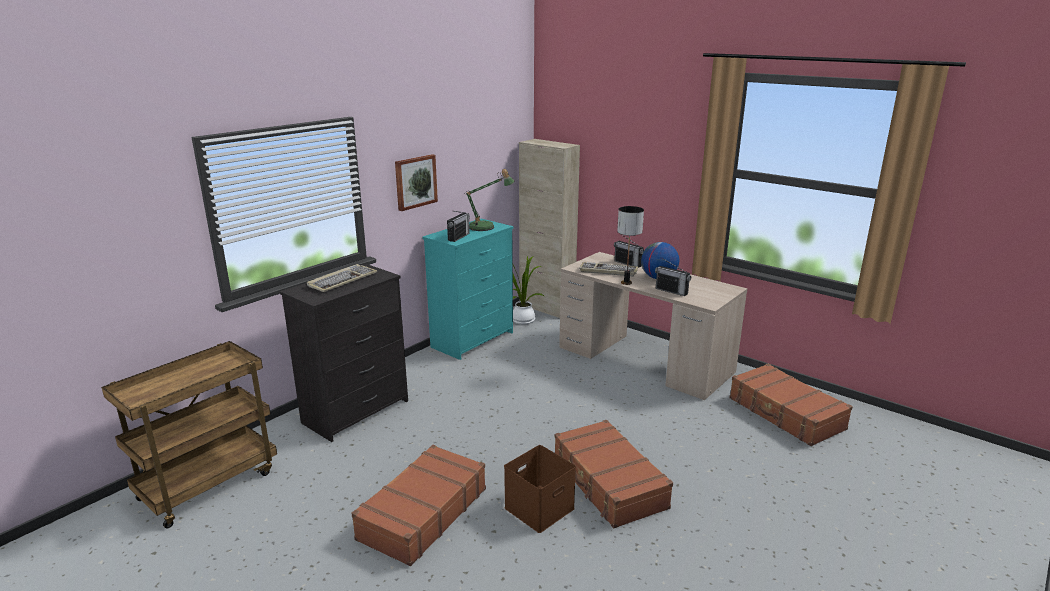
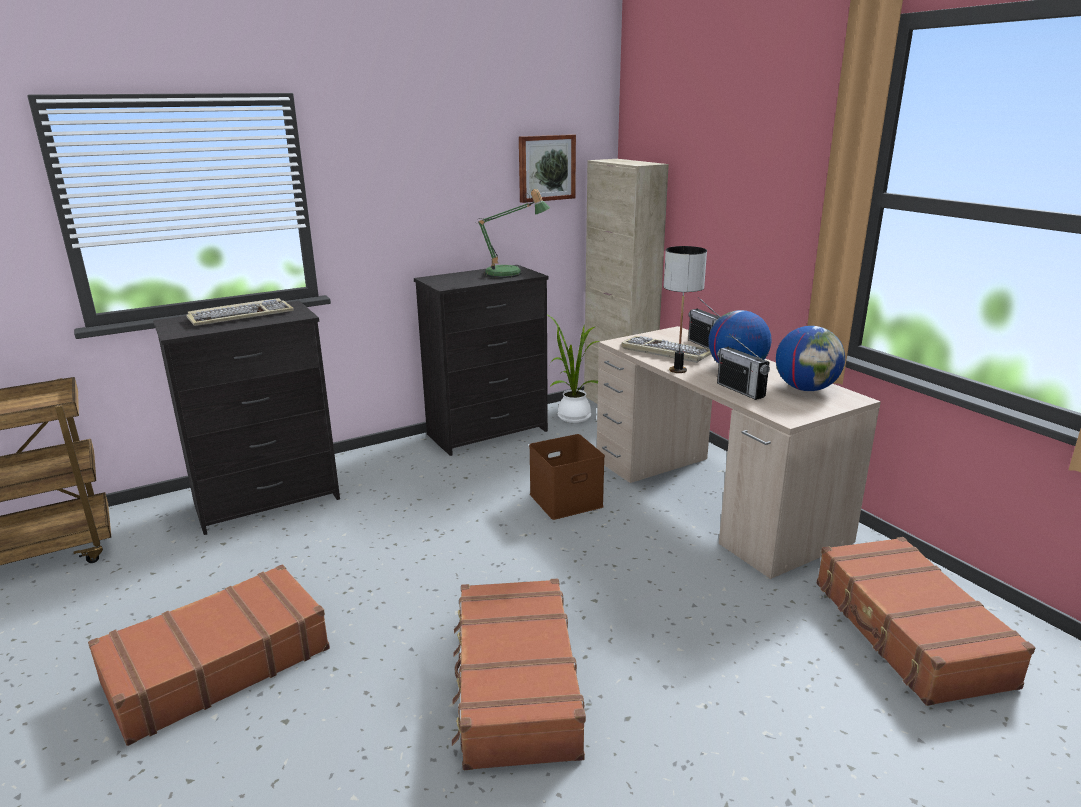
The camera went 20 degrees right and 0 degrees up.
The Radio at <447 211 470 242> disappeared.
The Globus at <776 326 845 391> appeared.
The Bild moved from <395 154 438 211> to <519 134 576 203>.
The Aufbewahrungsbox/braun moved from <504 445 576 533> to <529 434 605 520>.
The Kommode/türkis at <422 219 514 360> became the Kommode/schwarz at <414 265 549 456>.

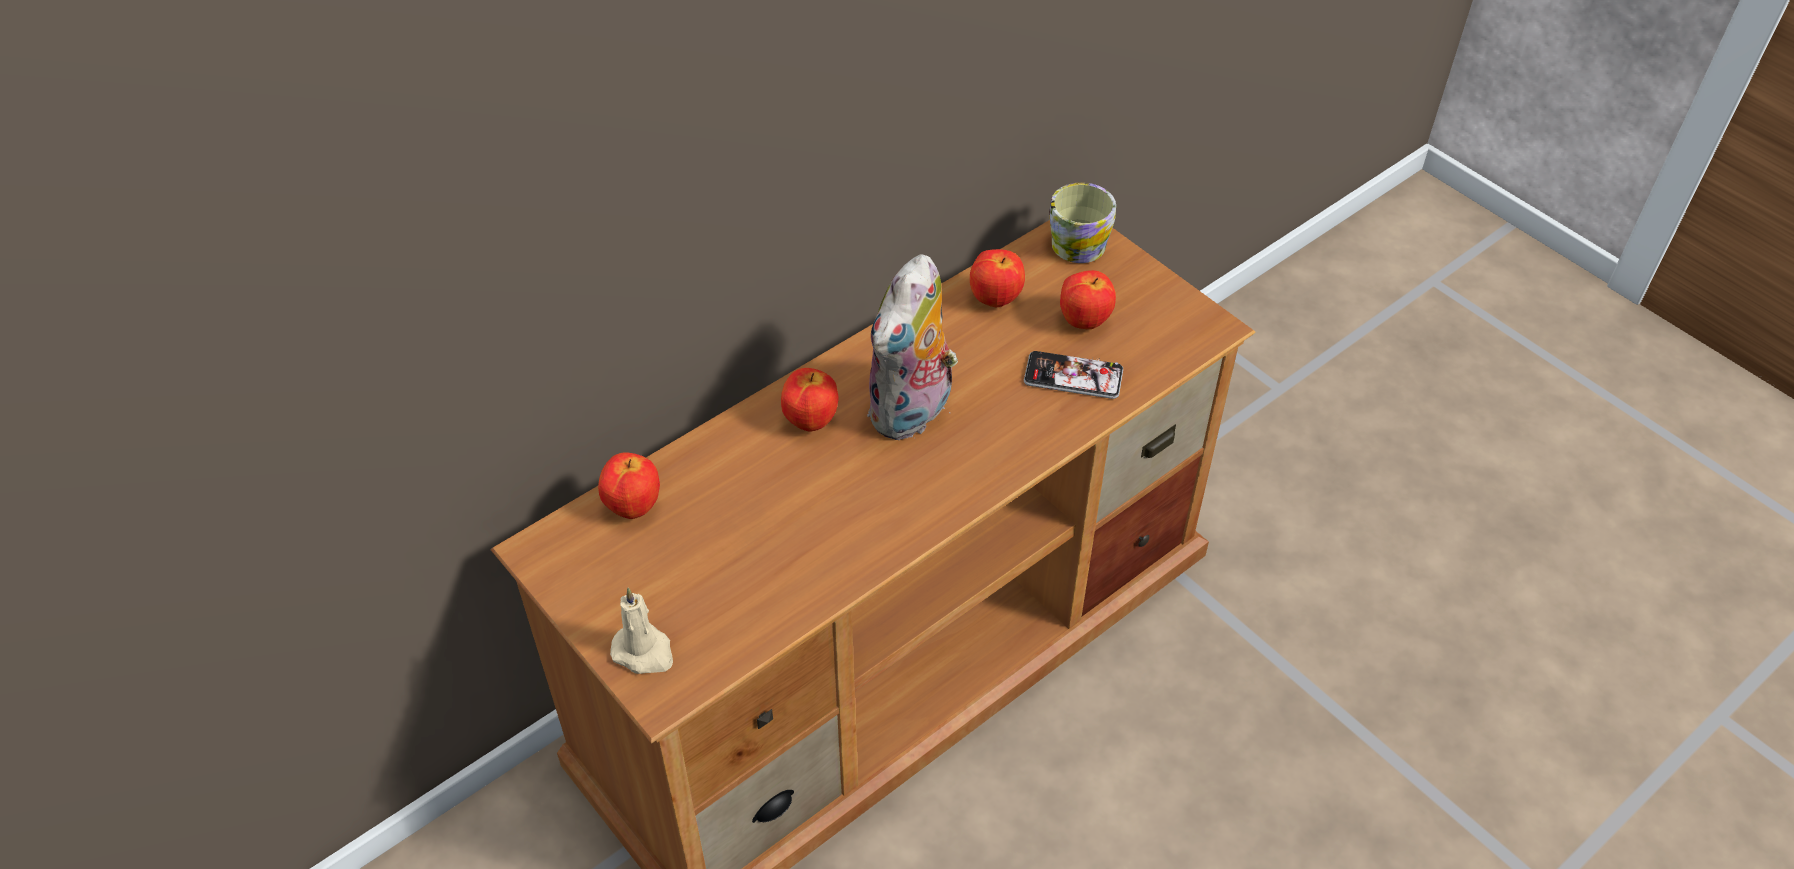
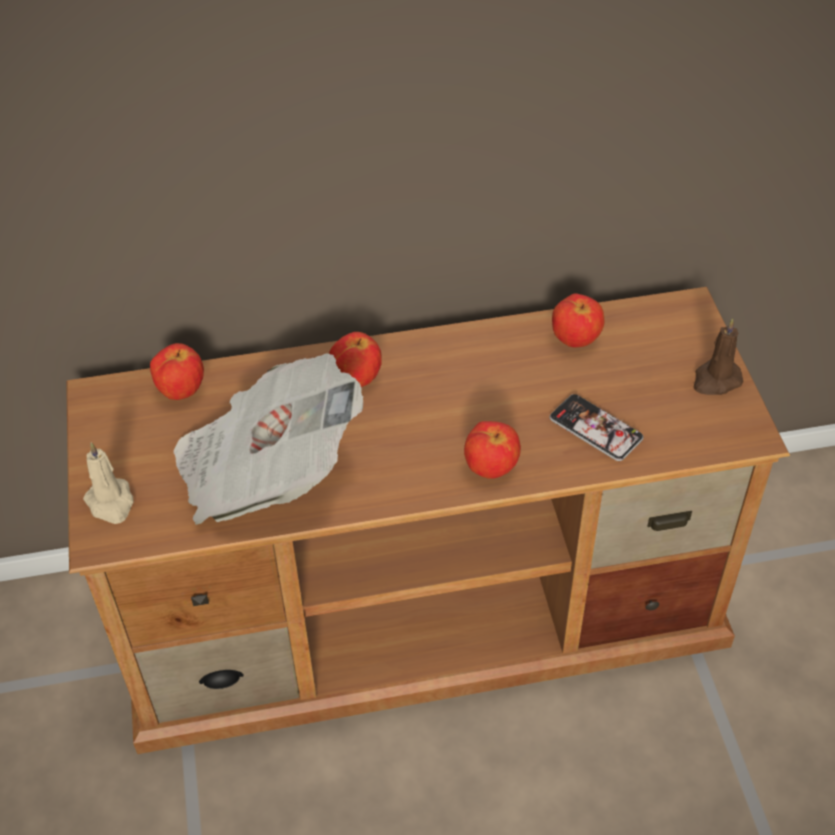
The camera went 30 degrees right and 0 degrees up.
The Plüschtier at <867 254 958 440> disappeared.
The Henkelbecher at <1049 183 1116 263> disappeared.
The Zeitung at <173 354 363 525> appeared.
The Kerze/braun at <694 318 743 395> appeared.
The Apfel moved from <1060 270 1116 329> to <464 421 521 479>.

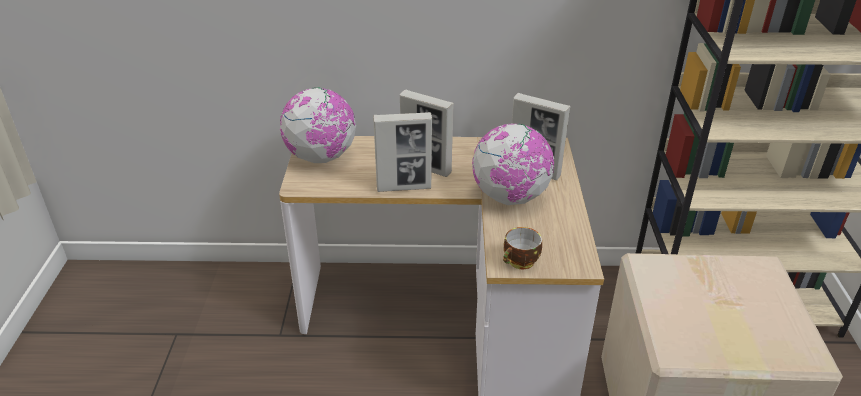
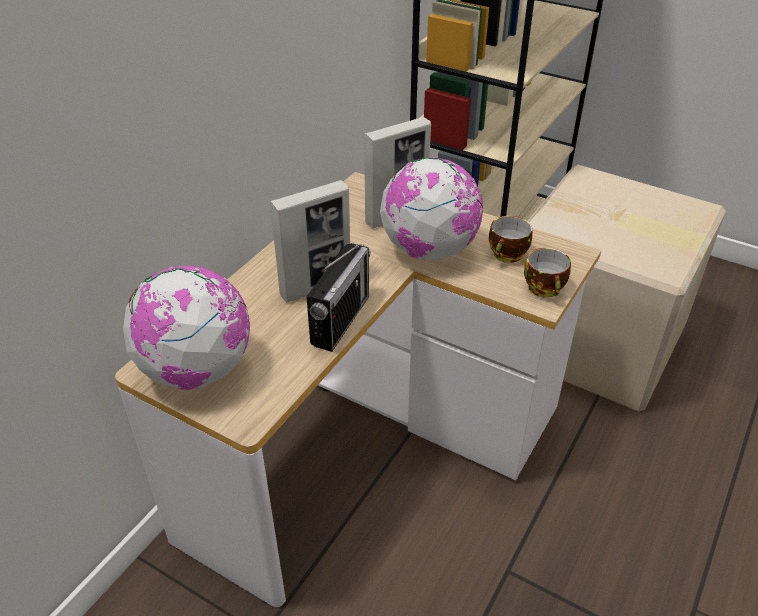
The camera went 60 degrees left and 5 degrees up.
The Tasse at <489 216 533 263> appeared.
The Bilderrahmen at <373 112 432 192> was replaced by the Radio at <306 243 370 352>.

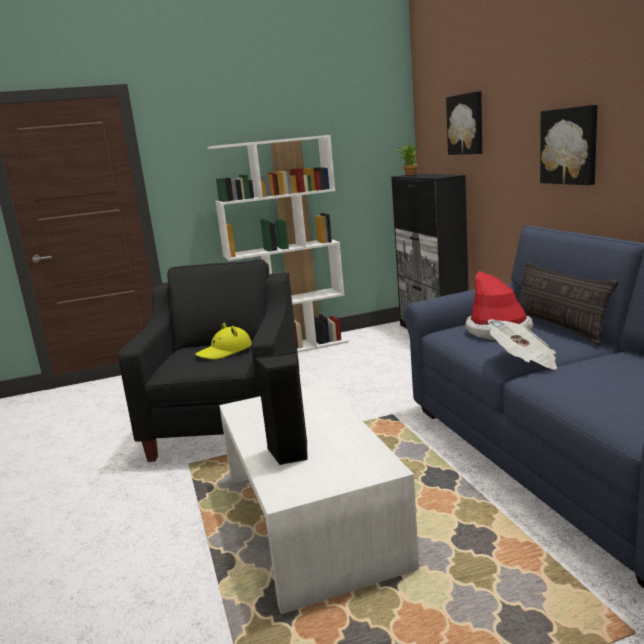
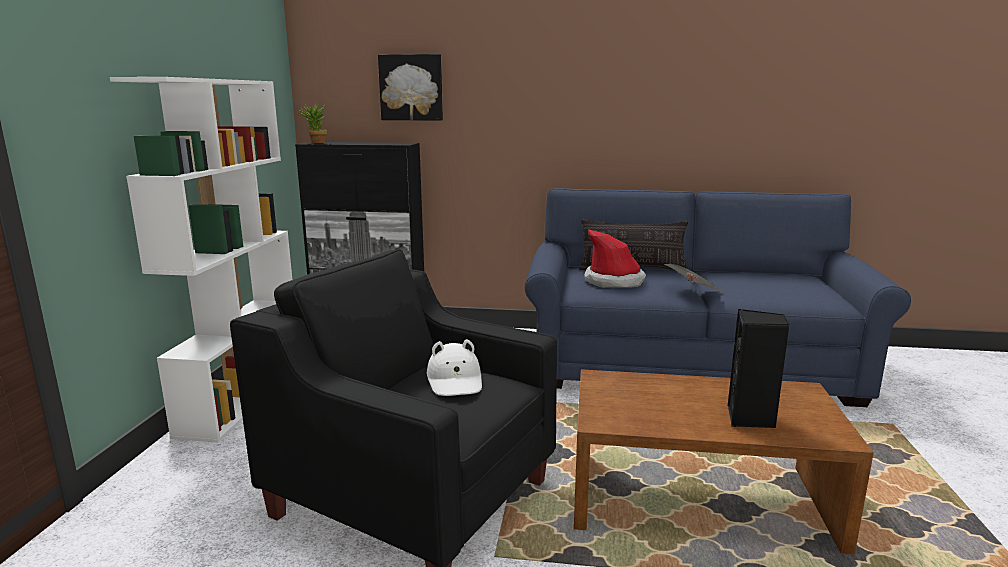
The camera went 65 degrees left and 0 degrees up.
The Bild at <540 105 597 185> disappeared.
The Hut/gelb at <195 322 252 359> became the Hut/weiß at <427 339 482 396>.
The Couchtisch/weiß at <219 382 419 614> became the Couchtisch/braun at <574 369 874 555>.

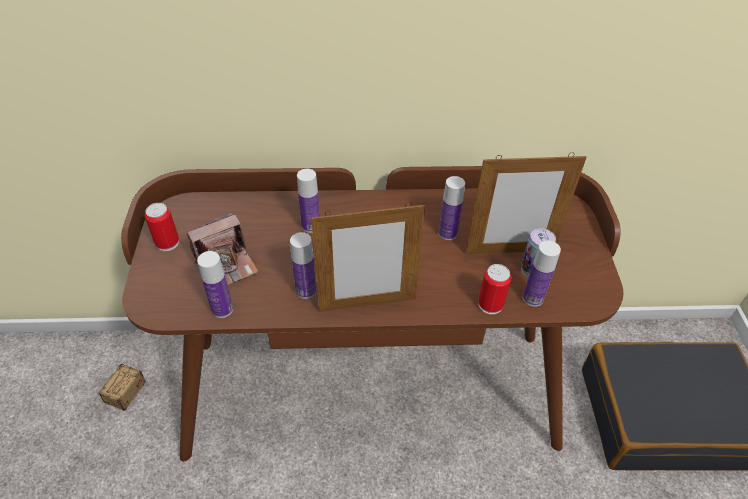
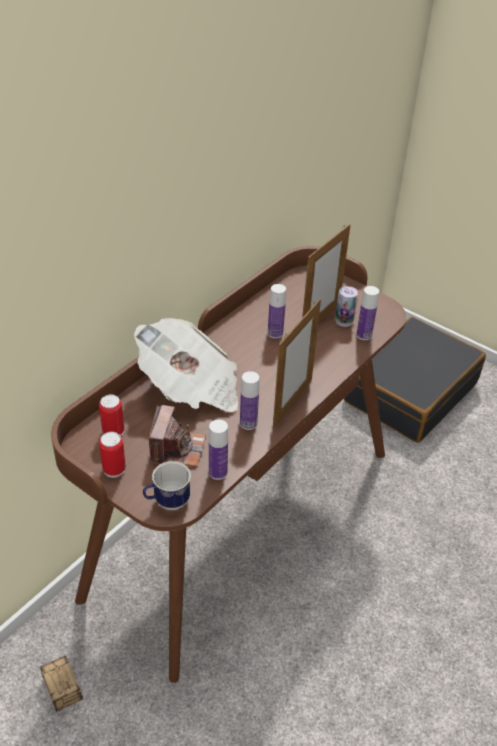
The camera went 50 degrees left and 5 degrees down.
The Henkelbecher at <143 461 191 510> appeared.
The Dose moved from <478 264 511 315> to <99 395 124 436>.
The Flasche at <297 169 320 233> was replaced by the Zeitung at <134 318 238 412>.

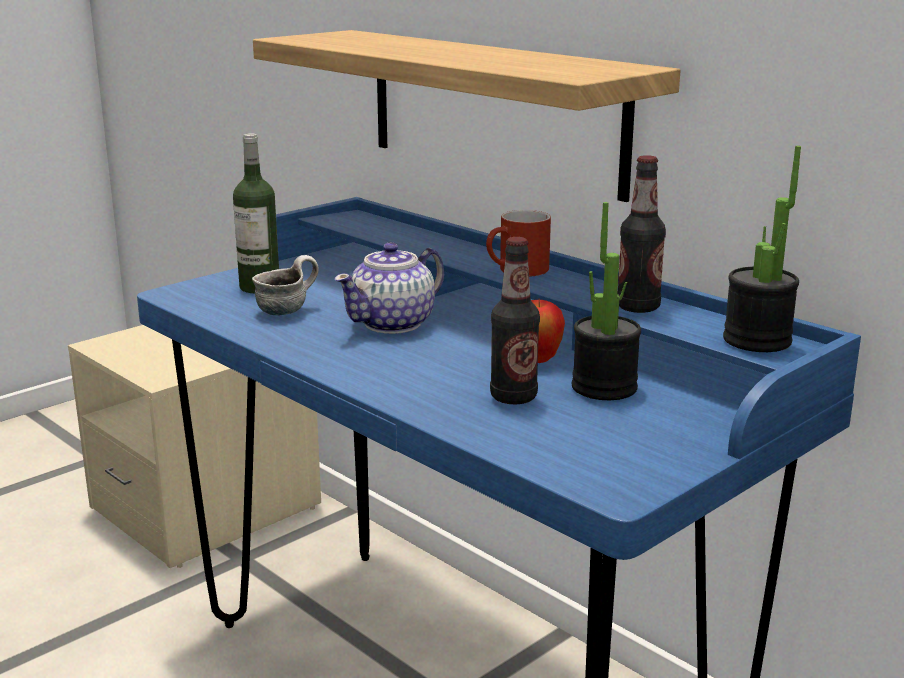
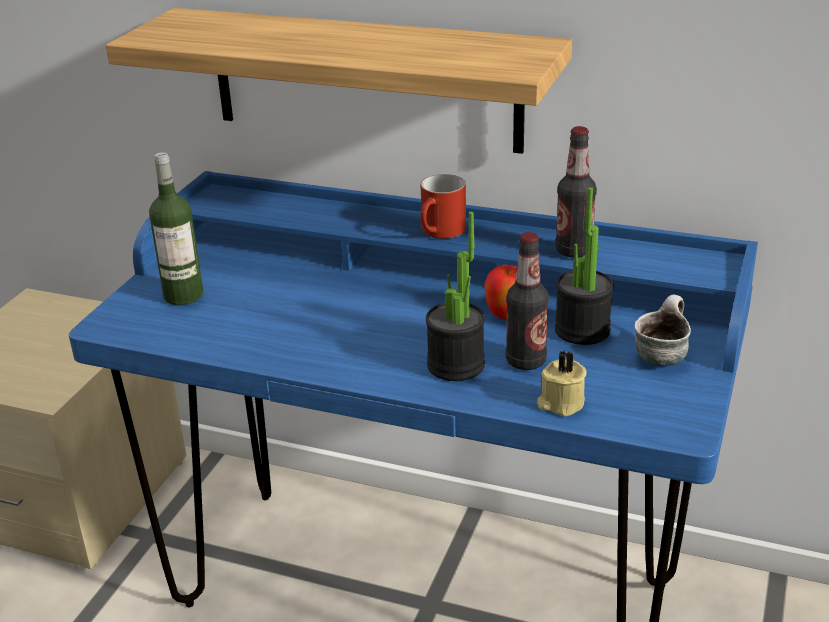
The camera went 25 degrees left and 10 degrees up.
The Teekanne at <334 242 444 334> disappeared.
The Kerze/beige at <537 350 586 416> appeared.
The Henkelbecher moved from <252 255 319 315> to <634 295 691 366>.
The Topfpflanze moved from <723 146 801 352> to <426 212 485 381>.

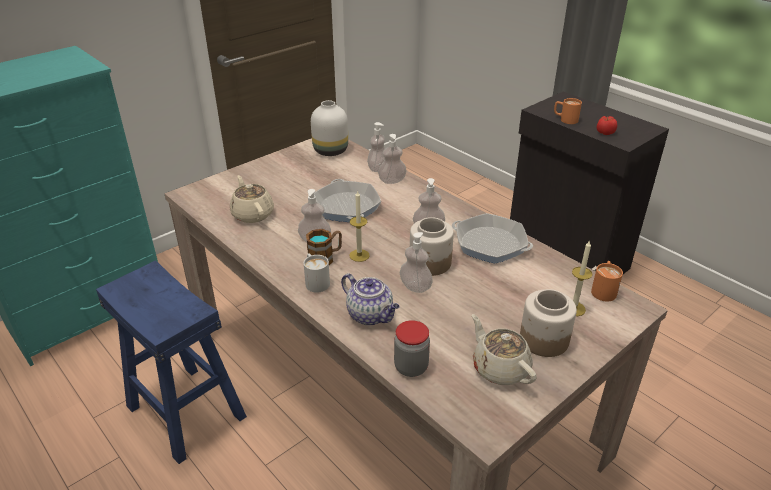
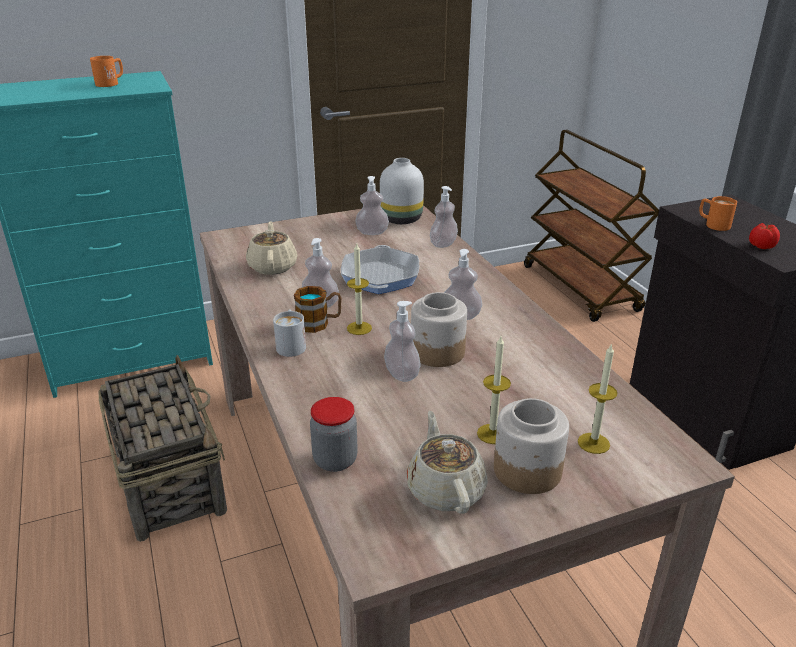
The camera went 20 degrees right and 5 degrees down.
The Teekanne at <341 273 400 325> disappeared.
The Pfanne at <452 213 533 263> disappeared.
The Kerze at <477 336 511 444> appeared.
The Rollwagen/braun at <524 130 659 322> appeared.
The Seifenspender moved from <378 134 407 184> to <355 176 389 235>.
The Henkelbecher/orange moved from <591 261 623 302> to <90 56 123 87>.
The Hocker/blau at <96 260 247 464> was replaced by the Korb at <98 355 227 542>.

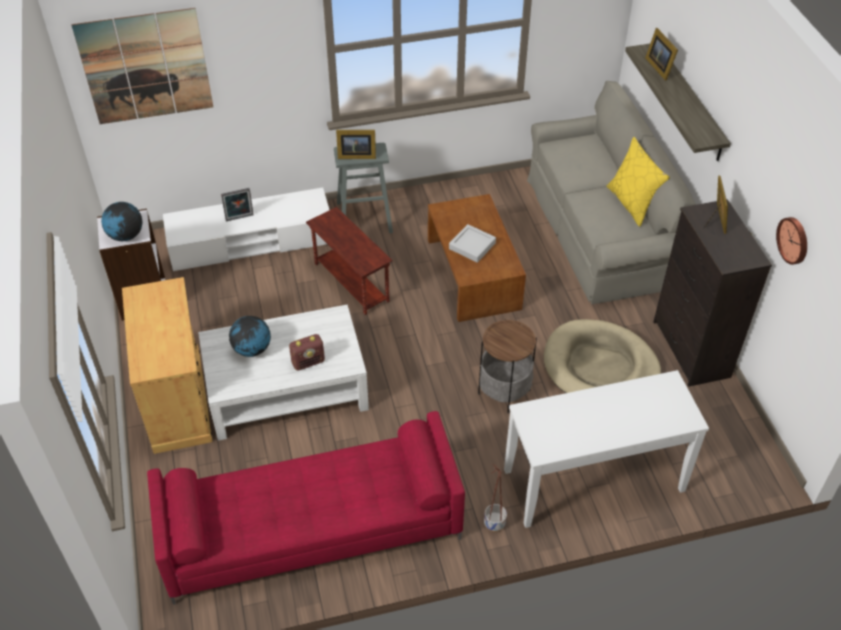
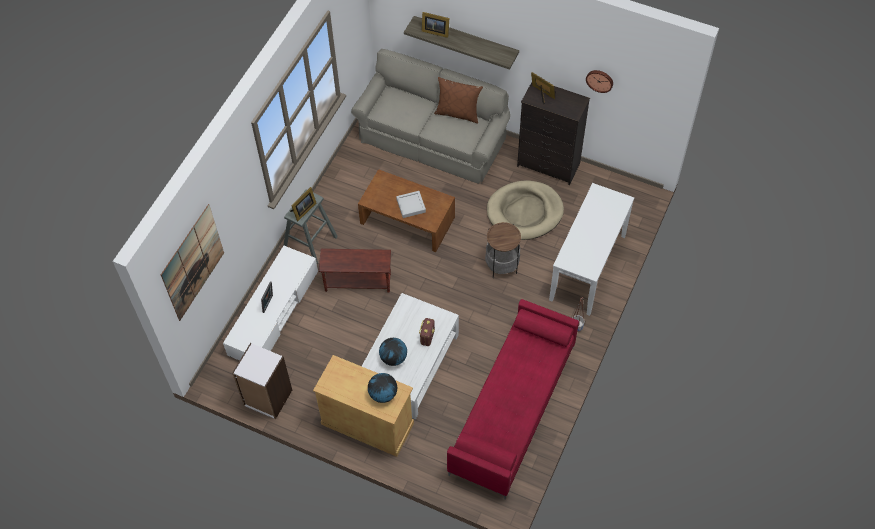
The camera went 50 degrees left and 10 degrees up.
The Globus moved from <101 202 142 241> to <368 373 397 403>.
The Kissen/gelb at <606 137 670 227> became the Kissen/braun at <434 77 483 124>.

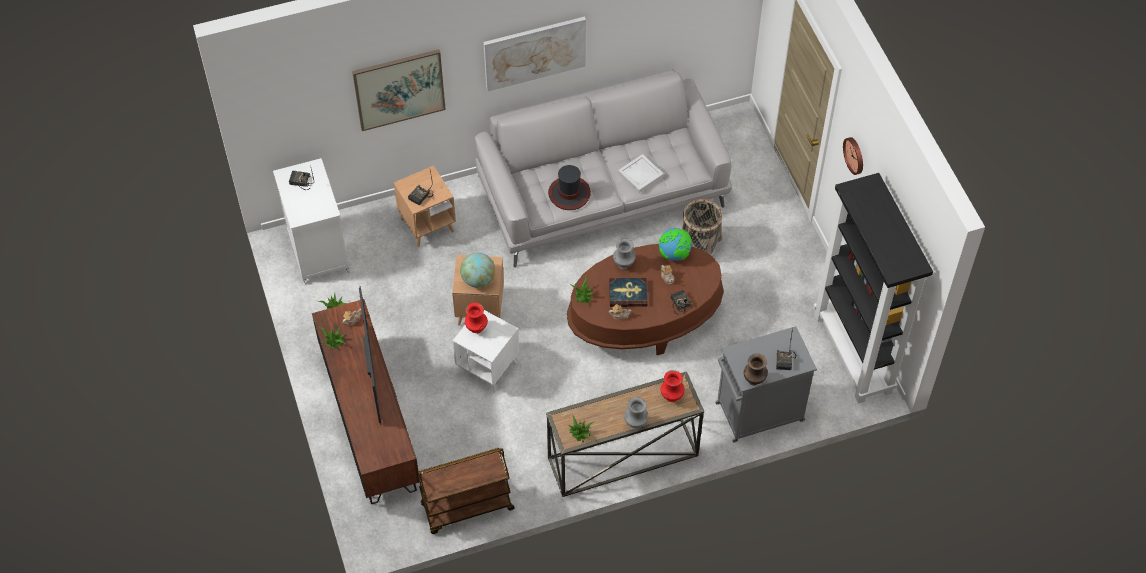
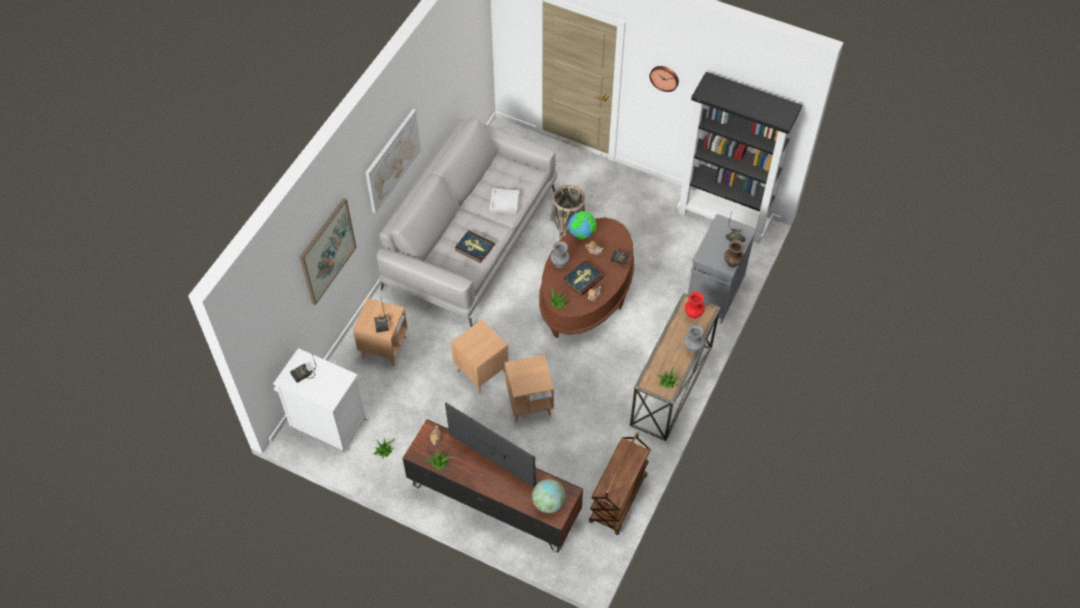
The camera went 45 degrees left and 0 degrees up.
The Vase/rot at <465 303 488 333> disappeared.
The Globus moved from <460 253 495 288> to <532 479 566 513>.
The Hut at <548 165 591 210> was replaced by the Buch at <455 230 495 263>.
The Beistelltisch/weiß at <453 310 519 393> became the Beistelltisch/braun at <505 355 554 422>.

